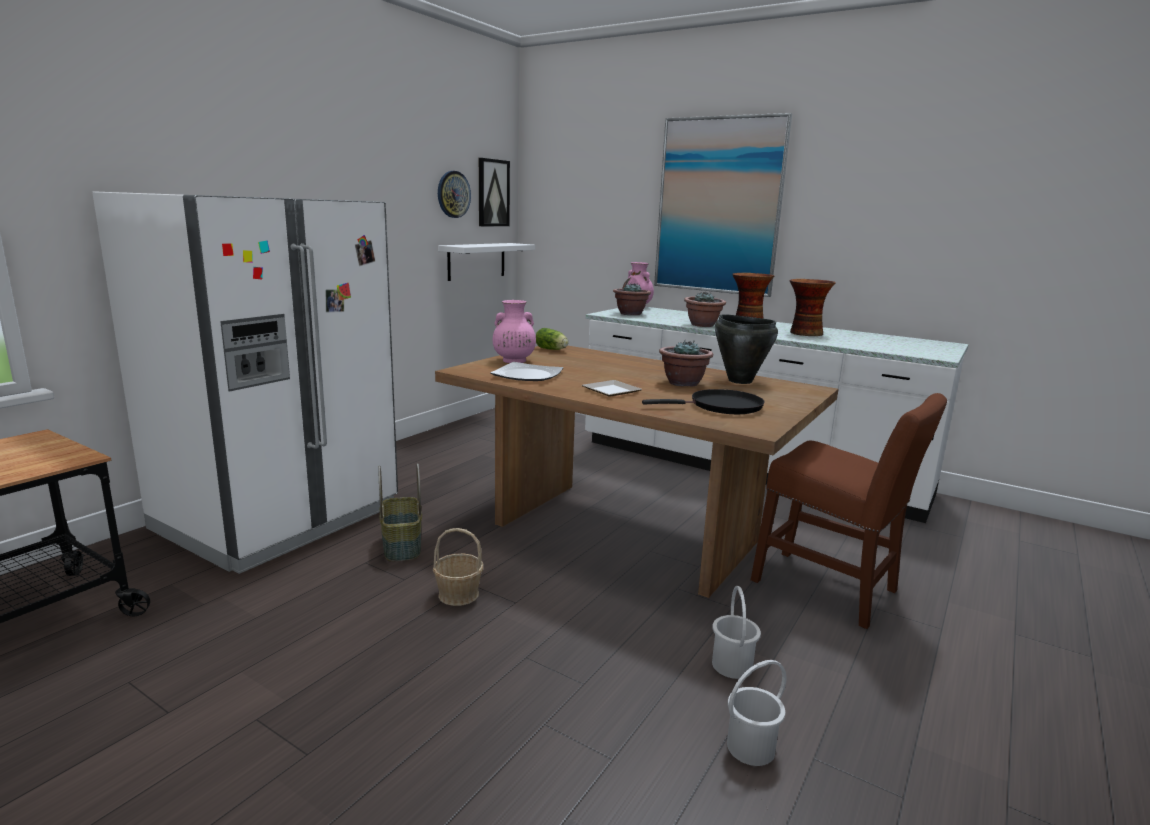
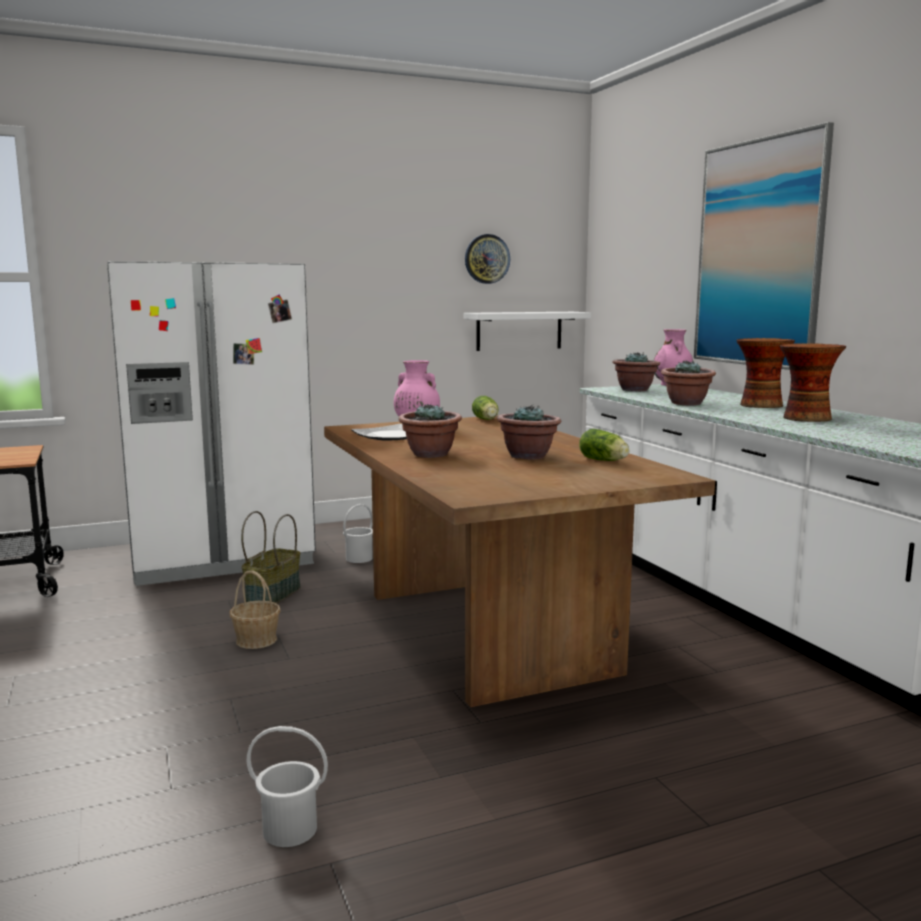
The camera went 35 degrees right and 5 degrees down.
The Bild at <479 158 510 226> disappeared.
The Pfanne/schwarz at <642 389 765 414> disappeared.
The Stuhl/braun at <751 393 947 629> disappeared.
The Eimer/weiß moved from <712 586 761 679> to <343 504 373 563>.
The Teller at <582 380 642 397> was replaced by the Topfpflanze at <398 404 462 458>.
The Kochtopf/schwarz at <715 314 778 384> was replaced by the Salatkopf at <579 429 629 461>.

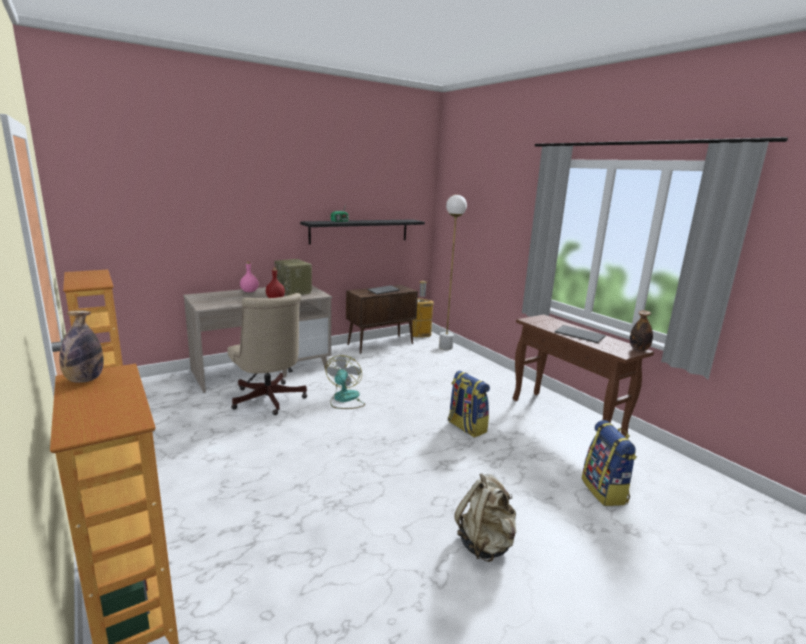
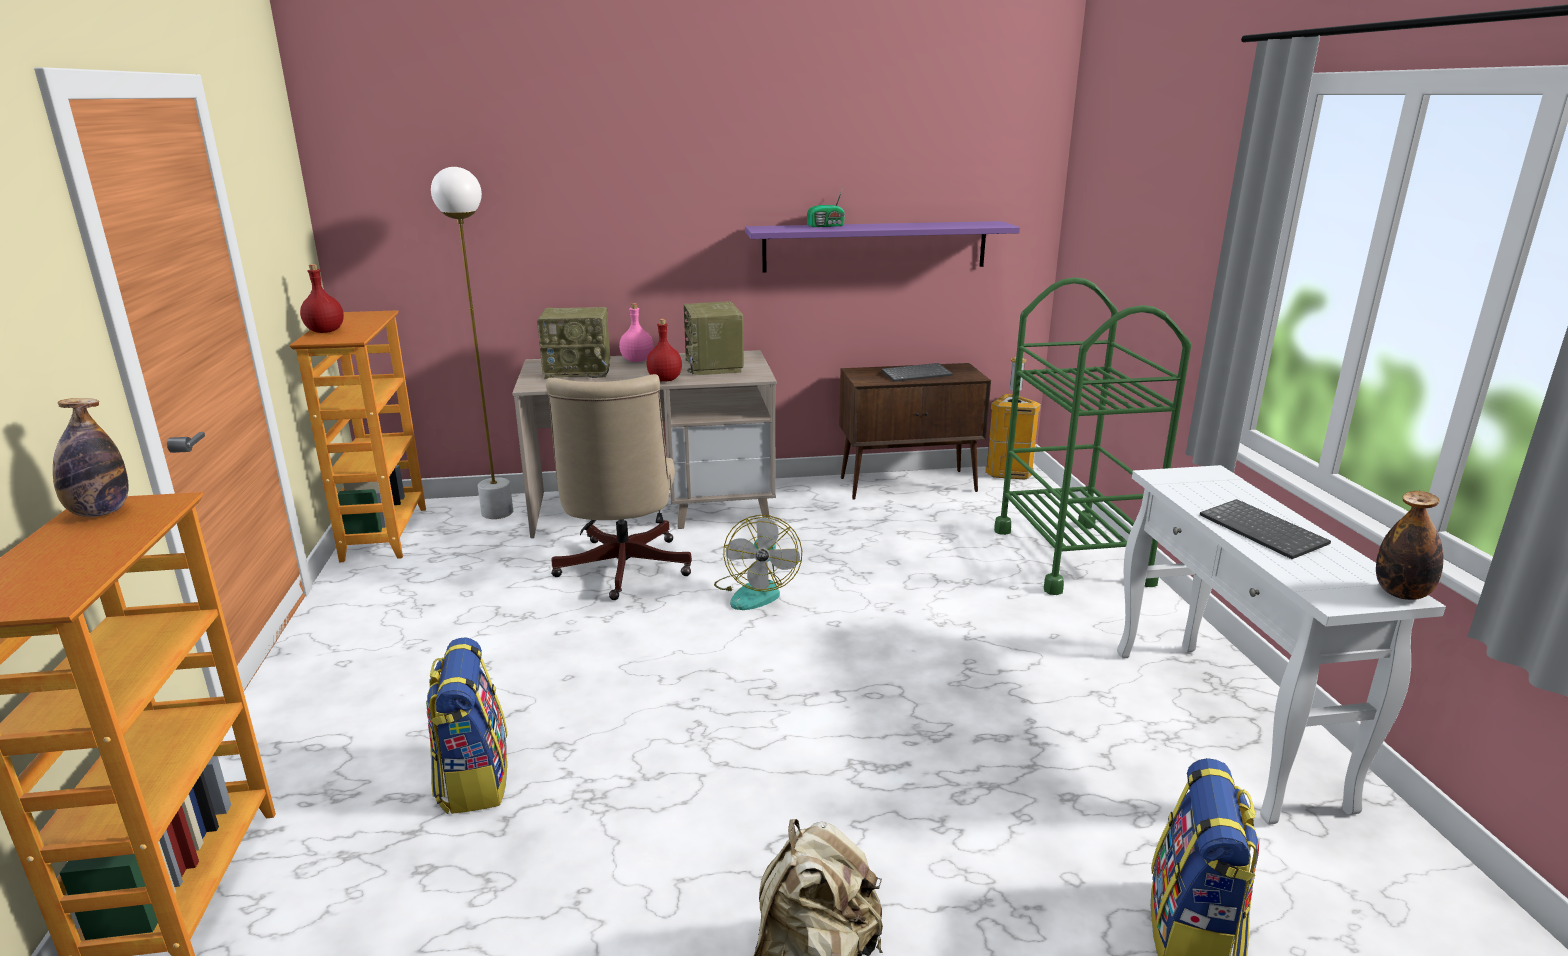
The camera went 25 degrees right and 5 degrees up.
The Flasche/rot at <300 264 344 333> appeared.
The Radio at <537 307 610 379> appeared.
The Rollwagen/grün at <994 277 1191 595> appeared.
The Stehlampe/weiß moved from <439 195 467 350> to <431 167 513 519>.
The Rucksack moved from <448 371 490 437> to <426 637 507 814>.
The Wandregal/schwarz at <300 219 425 244> became the Wandregal/lila at <745 221 1020 273>.
The Konsolentisch/braun at <513 315 654 436> became the Konsolentisch/weiß at <1117 465 1446 825>.
The Ventilator at <325 355 365 409> turned 150 degrees clockwise.

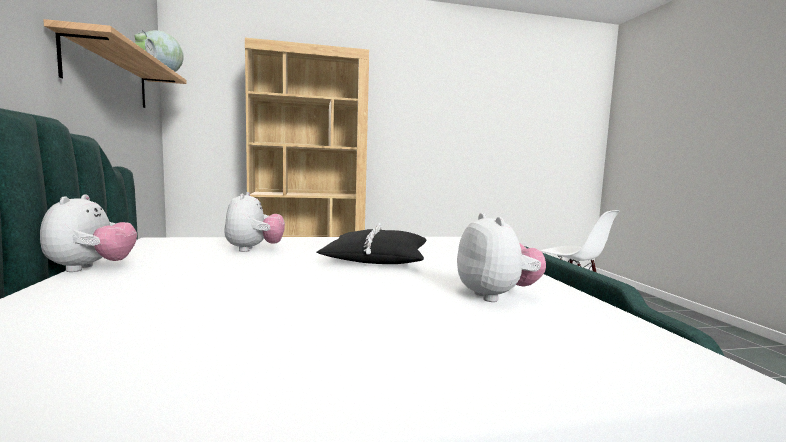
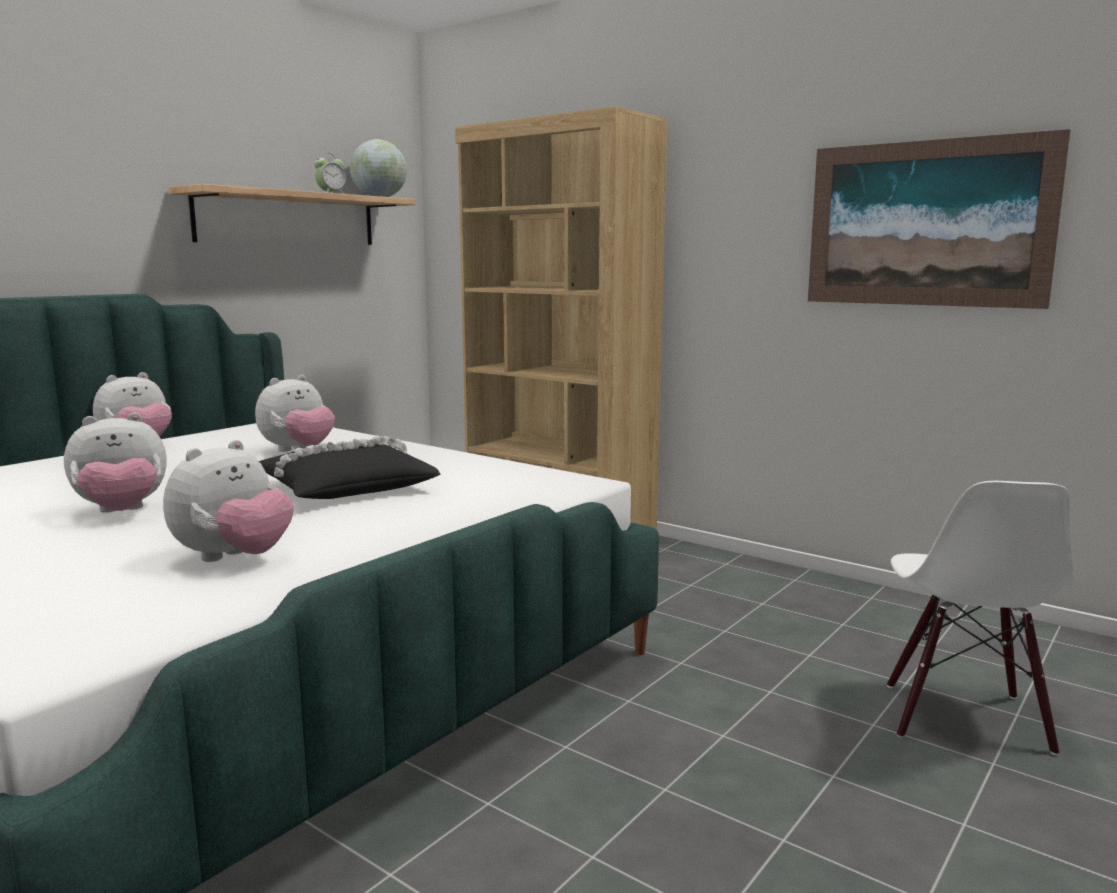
The camera went 50 degrees right and 5 degrees up.
The Plüschtier at <64 413 167 513> appeared.
The Bild at <808 129 1070 309> appeared.

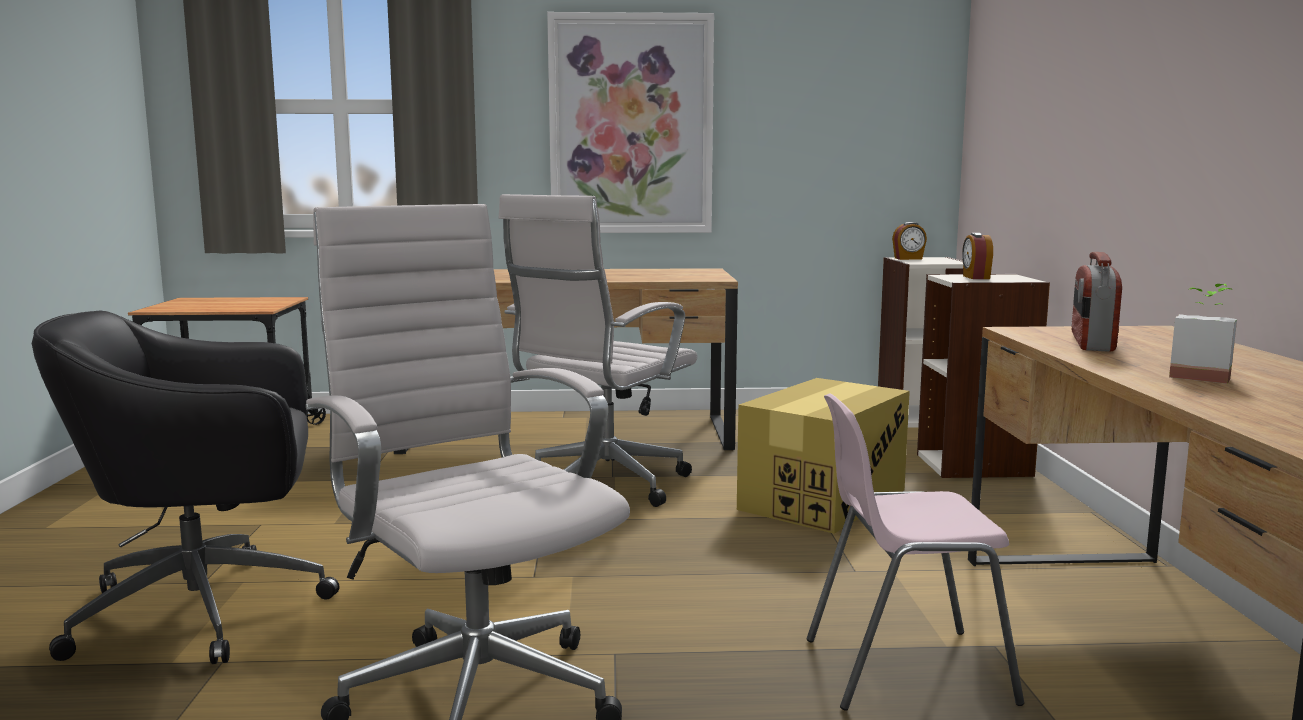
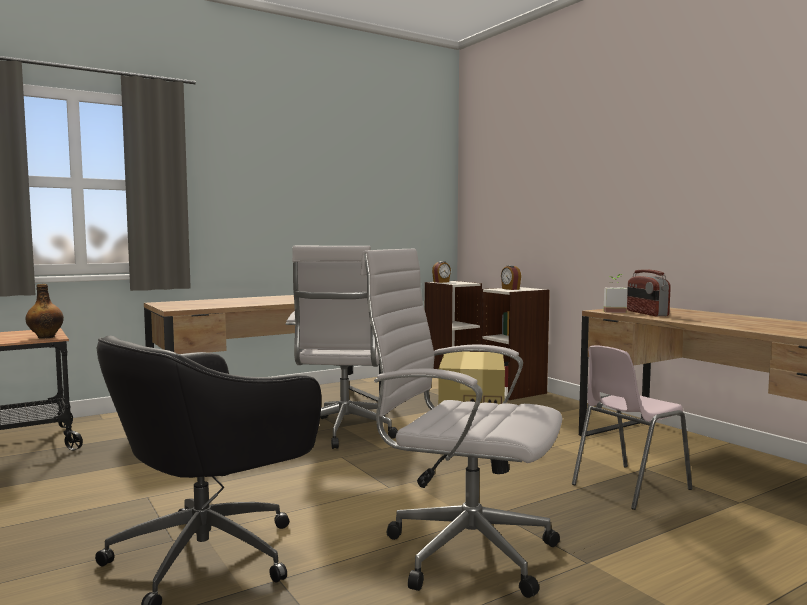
The camera went 30 degrees left and 5 degrees down.
The Bild at <547 12 714 233> disappeared.
The Flasche at <25 284 64 339> appeared.
The Topfpflanze moved from <1169 284 1237 384> to <604 274 627 313>.

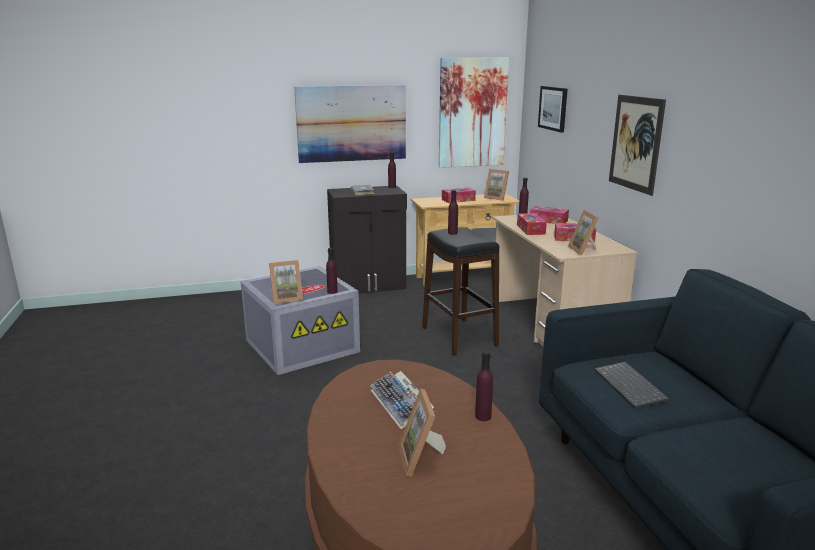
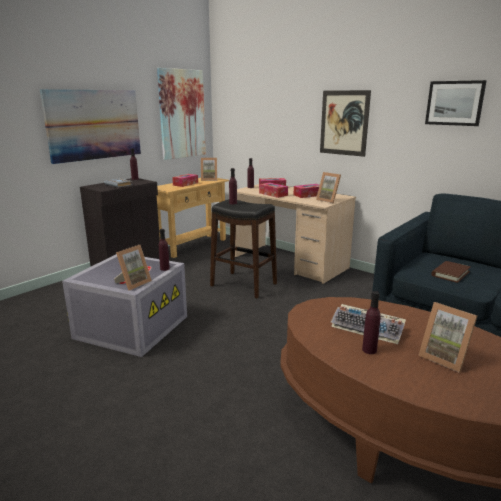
The camera went 35 degrees left and 0 degrees up.
The Flasche/lila moved from <475 351 493 421> to <362 291 381 354>.
The Bild moved from <538 86 568 132> to <425 80 487 126>.
The Tastatur at <594 362 669 408> was replaced by the Buch/braun at <432 261 471 283>.

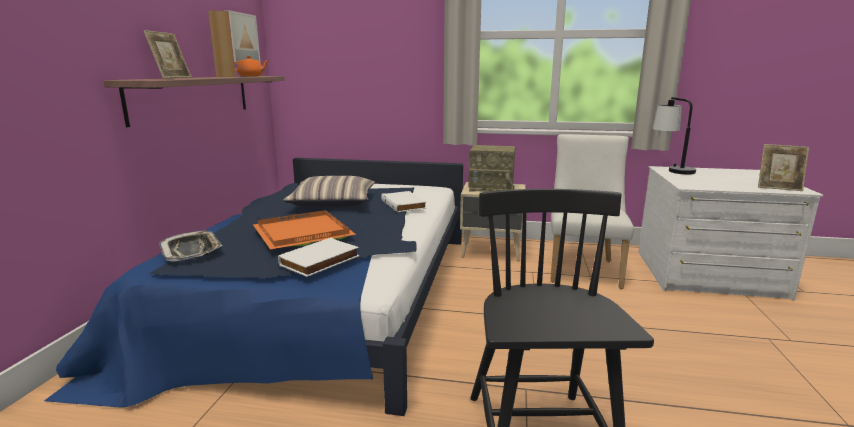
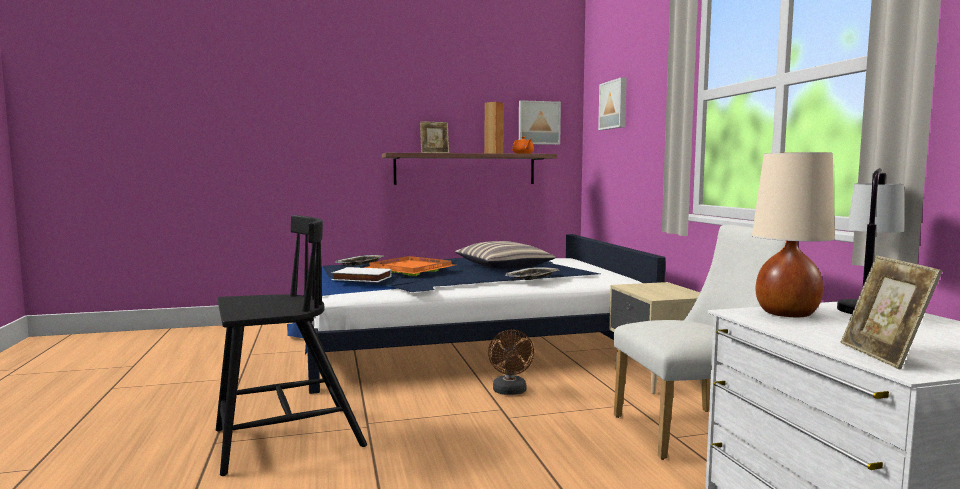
The camera went 65 degrees right and 10 degrees down.
The Radio at <468 145 516 192> disappeared.
The Ventilator/braun at <488 330 534 395> appeared.
The Bild at <598 77 627 130> appeared.
The Tischlampe/beige at <752 152 835 317> appeared.
The Buch/weiß at <381 191 427 212> was replaced by the Tablett at <505 267 559 280>.

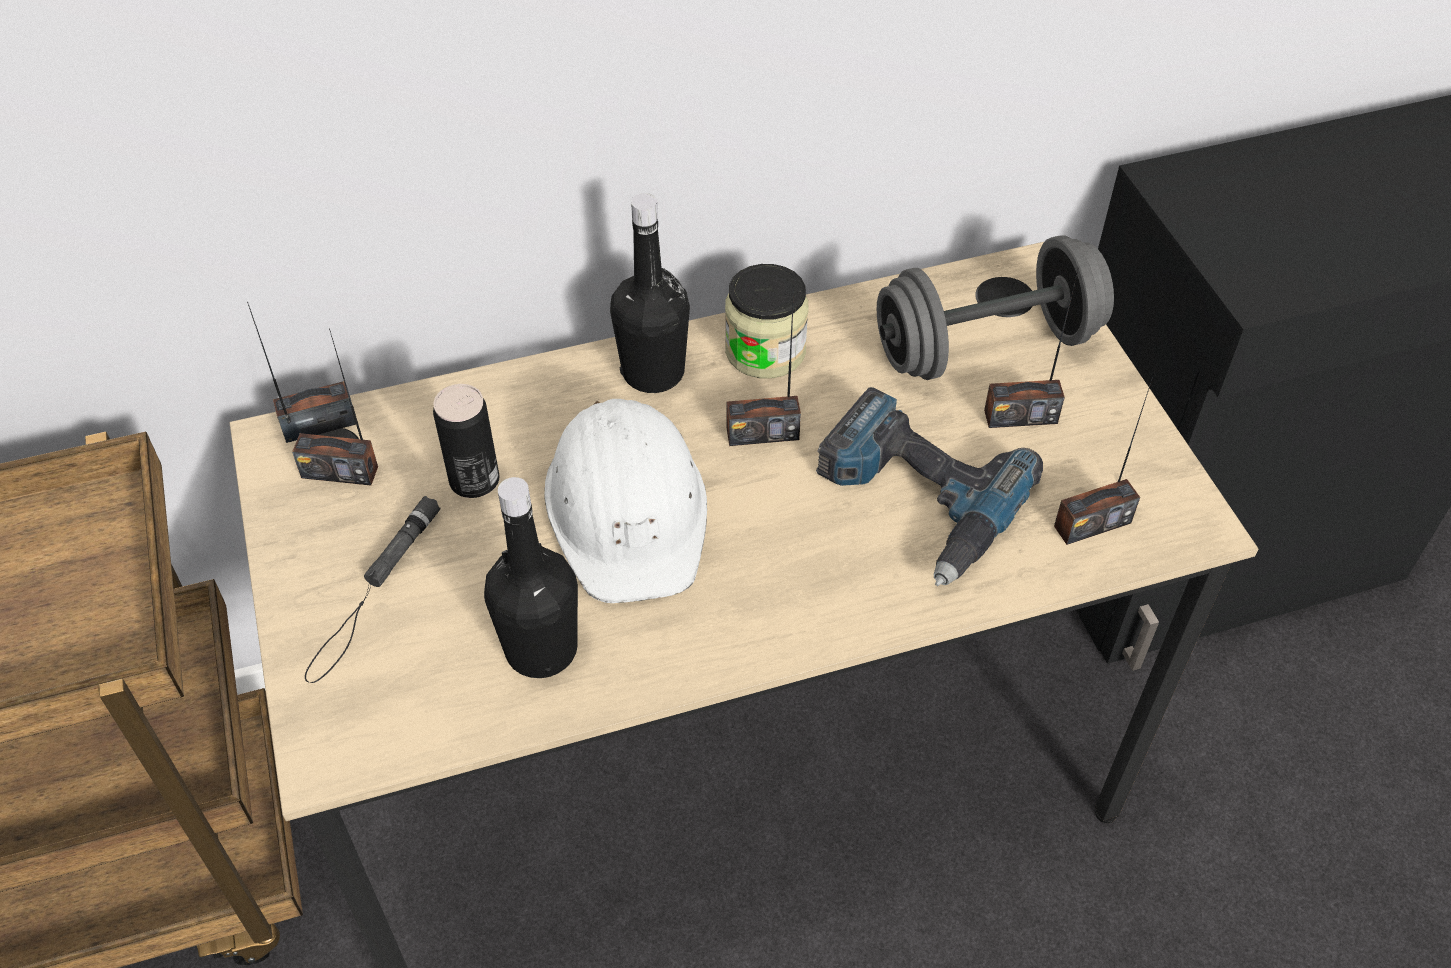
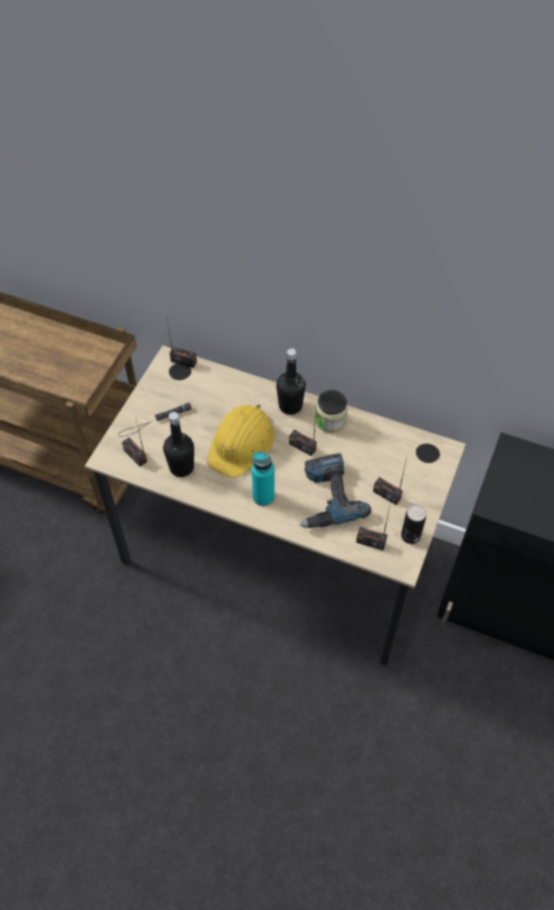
The camera went 40 degrees right and 5 degrees up.
The Hantel/grau at <877 235 1114 380> disappeared.
The Flasche/türkis at <252 452 275 506> appeared.
The Radio moved from <292 328 378 485> to <122 419 147 467>.
The Dose moved from <433 384 500 498> to <401 505 426 544>.
The Schutzhelm/weiß at <544 399 707 603> became the Schutzhelm/gelb at <207 405 275 478>.

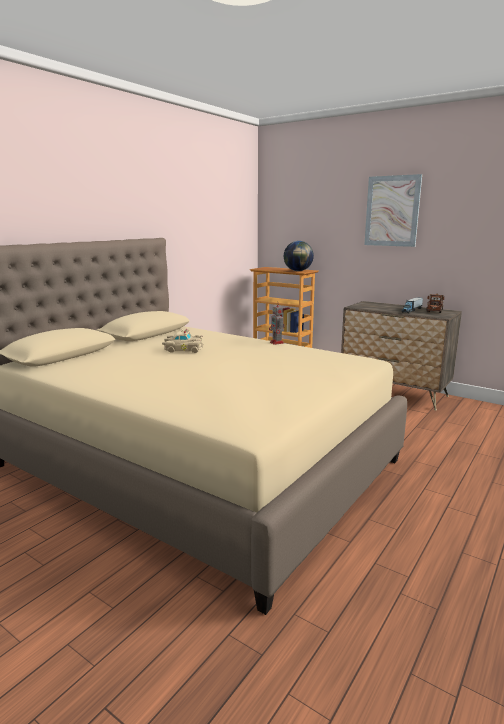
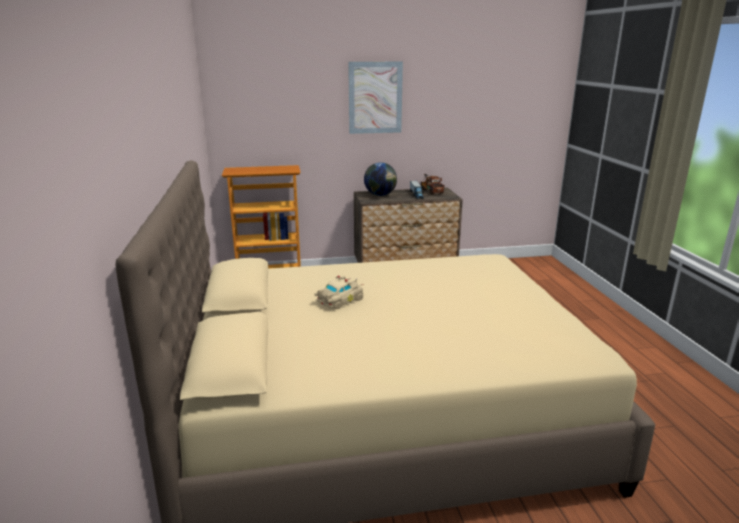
The camera went 45 degrees left and 5 degrees up.
The Spielzeugroboter at <269 305 285 345> disappeared.
The Globus moved from <284 241 314 271> to <364 163 397 196>.

